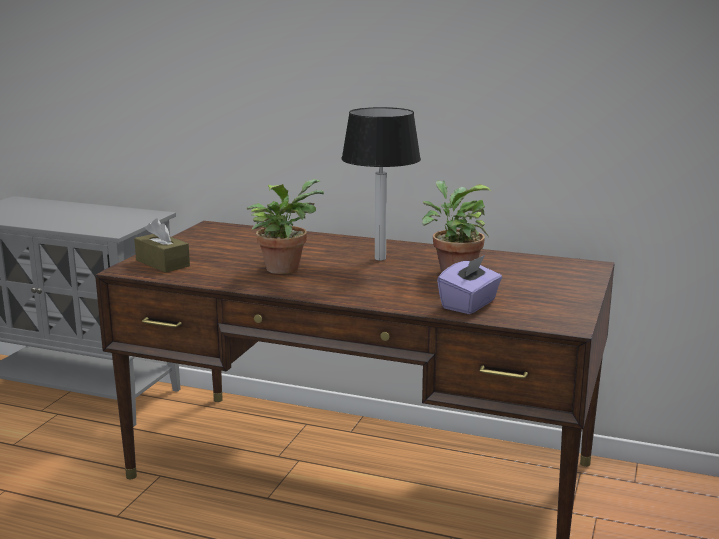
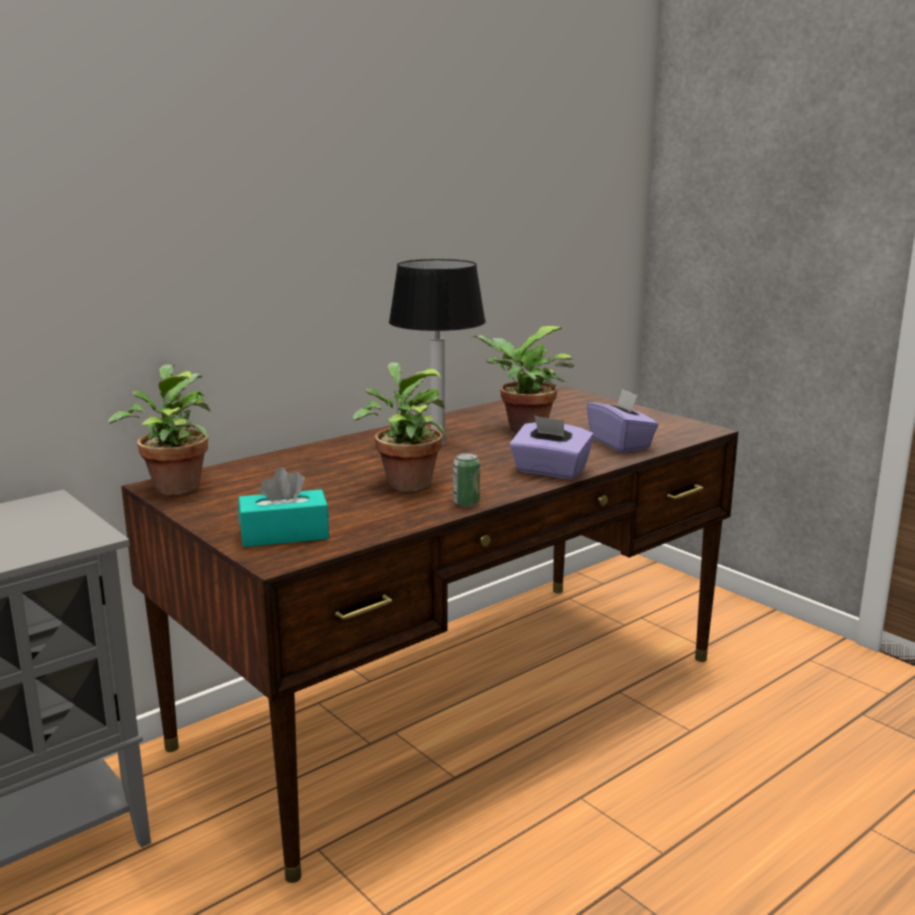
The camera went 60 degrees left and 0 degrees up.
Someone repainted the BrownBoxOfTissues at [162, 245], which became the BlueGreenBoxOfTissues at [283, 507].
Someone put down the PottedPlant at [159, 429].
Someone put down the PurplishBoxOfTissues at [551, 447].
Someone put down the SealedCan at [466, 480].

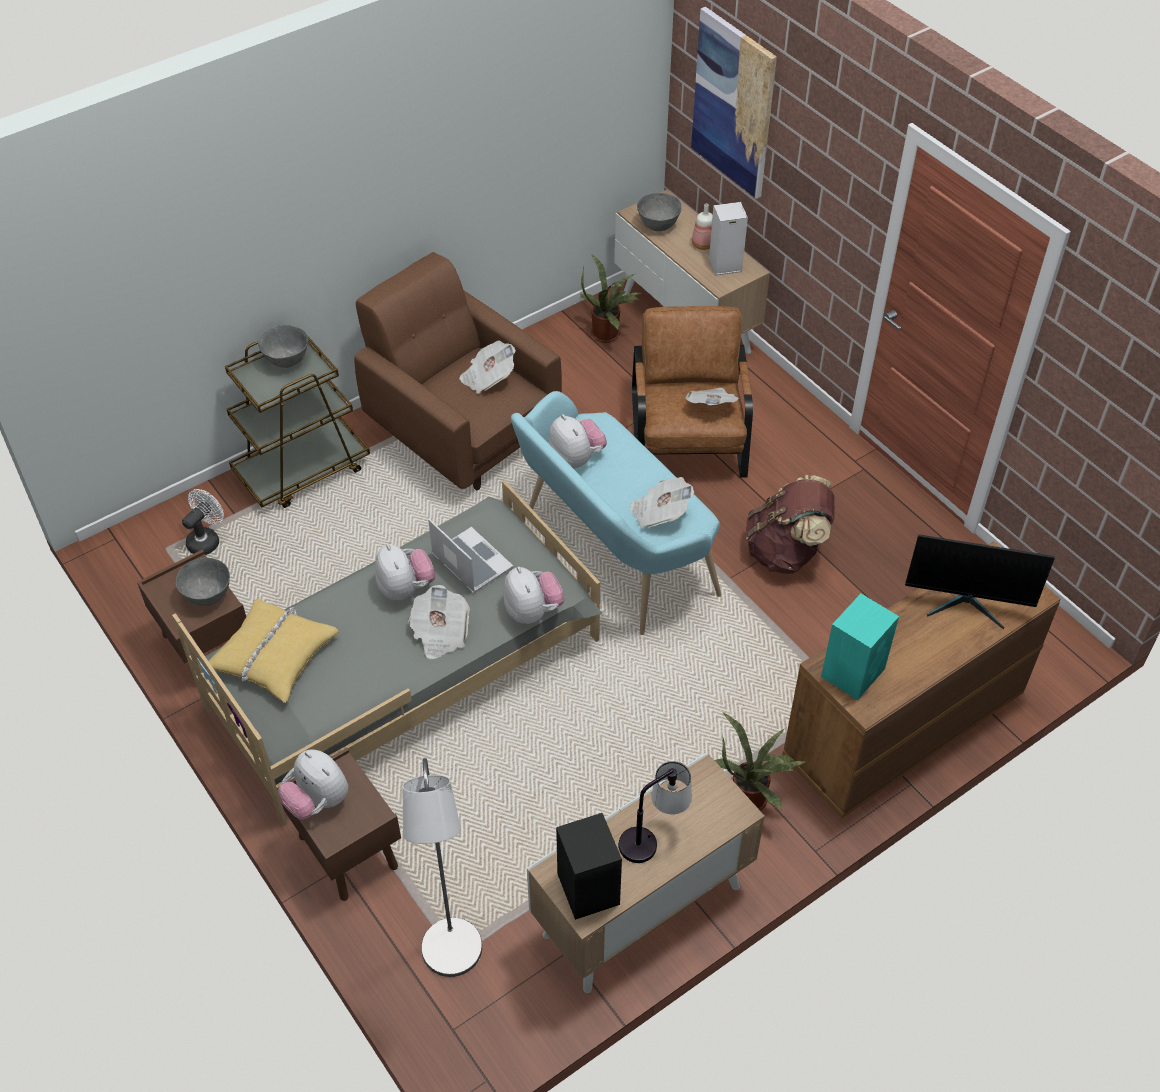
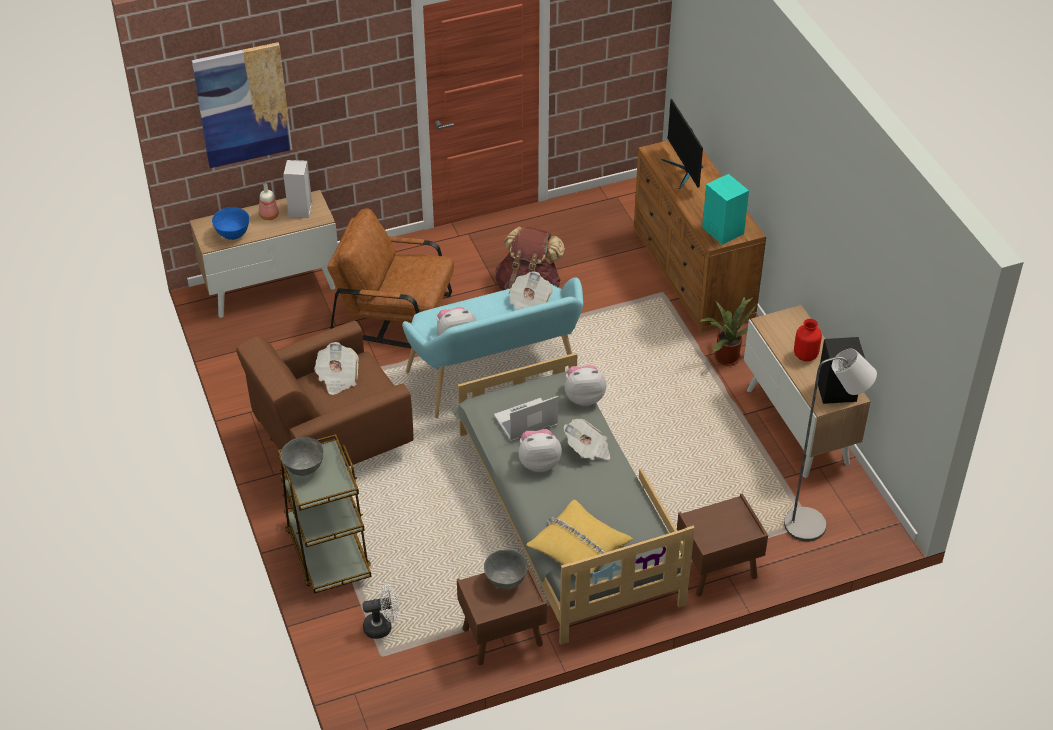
The camera went 75 degrees left and 5 degrees down.
Someone repainted the GreyishServingBowl at [659, 212], which became the BluishServingBowl at [230, 223].
Someone took away the PottedPlant at [611, 299].
Someone took away the PrintedPaper at [713, 396].
Someone rotated the WhitishFan at [203, 522] by 120 degrees clockwise.
Someone rotated the ComputerDisplay at [980, 582] by 135 degrees clockwise.
Someone took away the SoftToy at [313, 784].
Someone swapped the TableLamp at [655, 812] for the RedColouredFlowerVase at [808, 340].

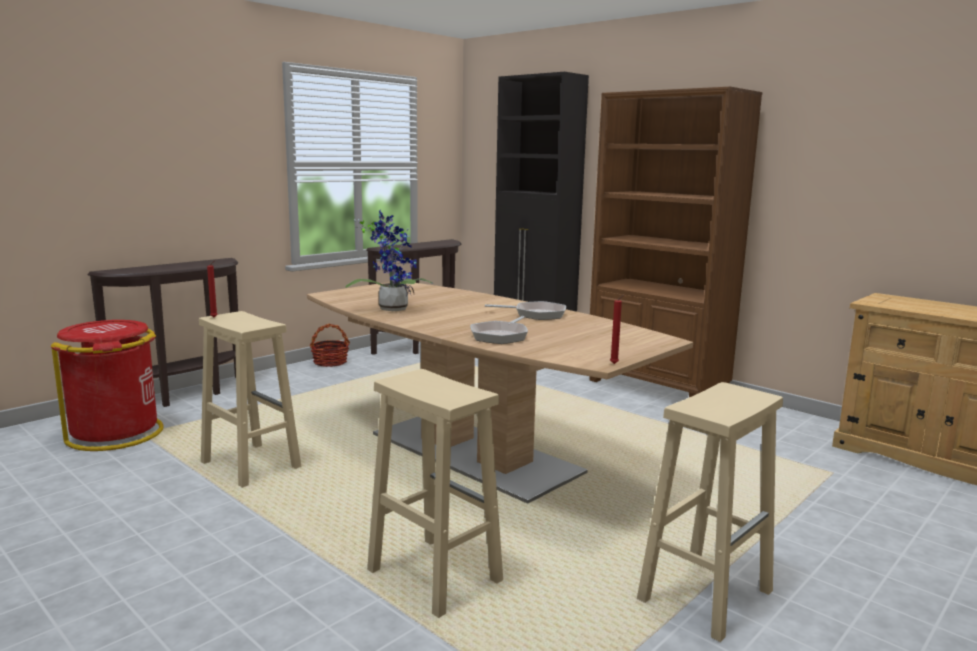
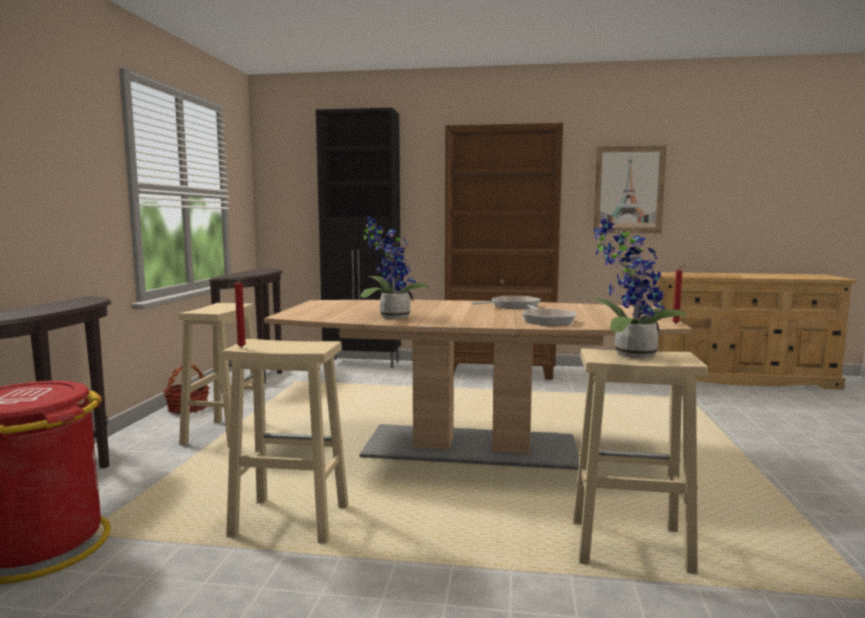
The camera went 35 degrees left and 5 degrees down.
Someone carried the BeigeStool from [710, 512] to [222, 375].
Someone put up the WallArt at [629, 189].
Someone put down the PottedPlant at [635, 288].

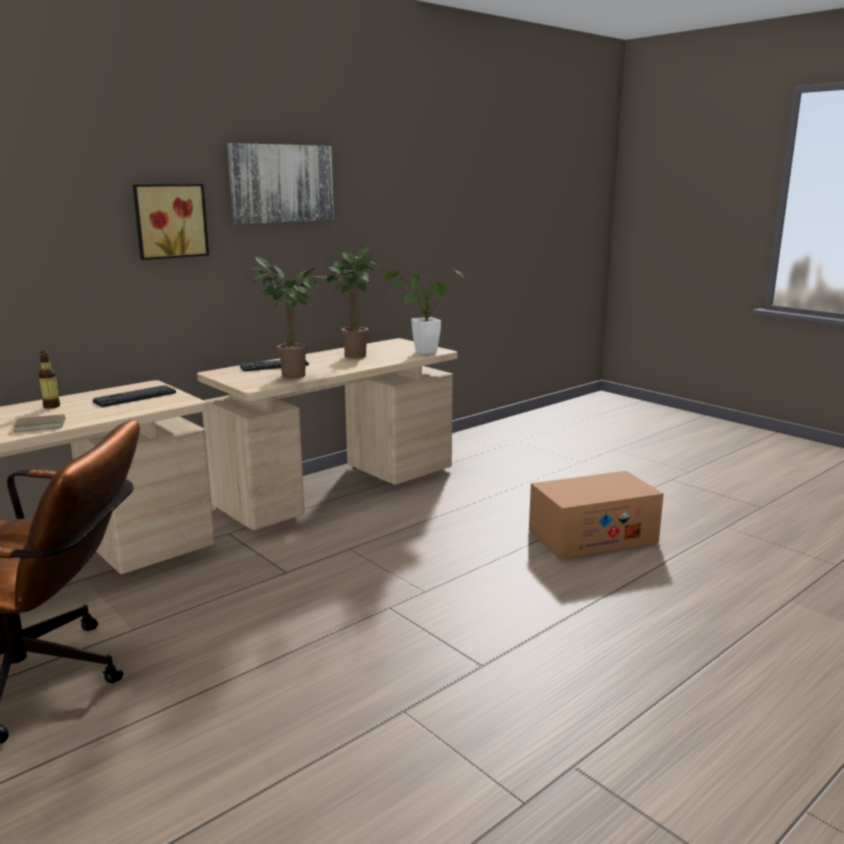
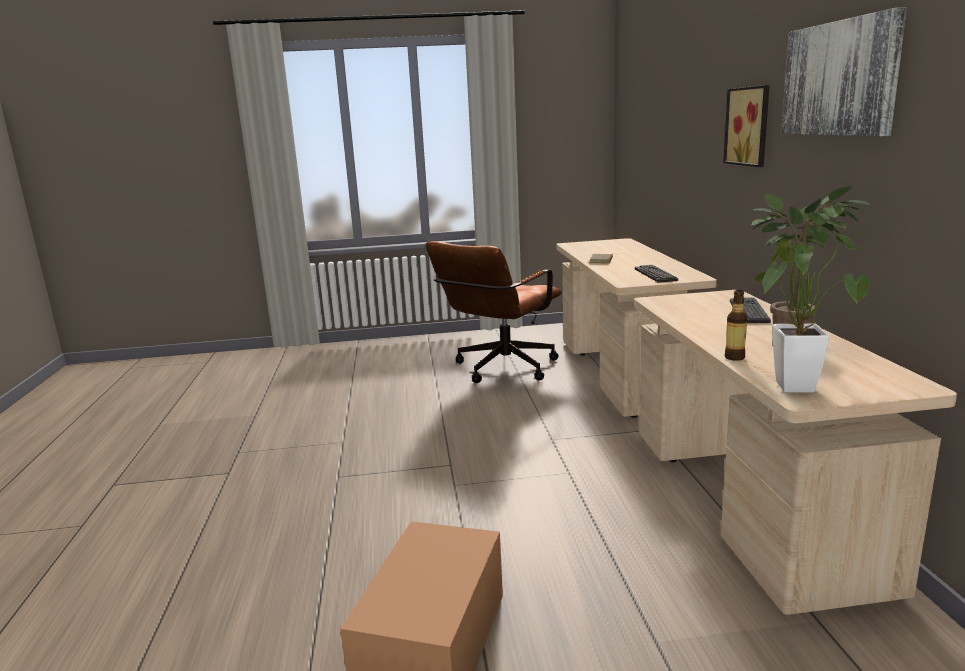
The camera went 125 degrees right and 0 degrees up.
Someone took away the PottedPlant at [285, 317].
Someone carried the DrinkBottle from [49, 380] to [736, 325].

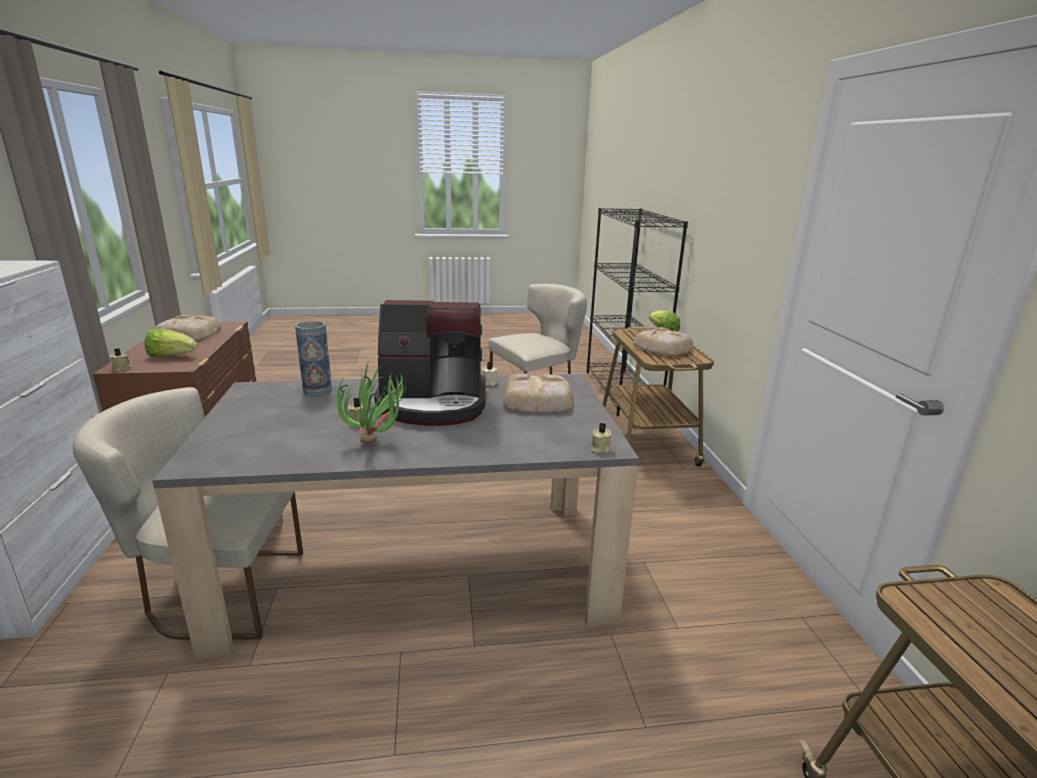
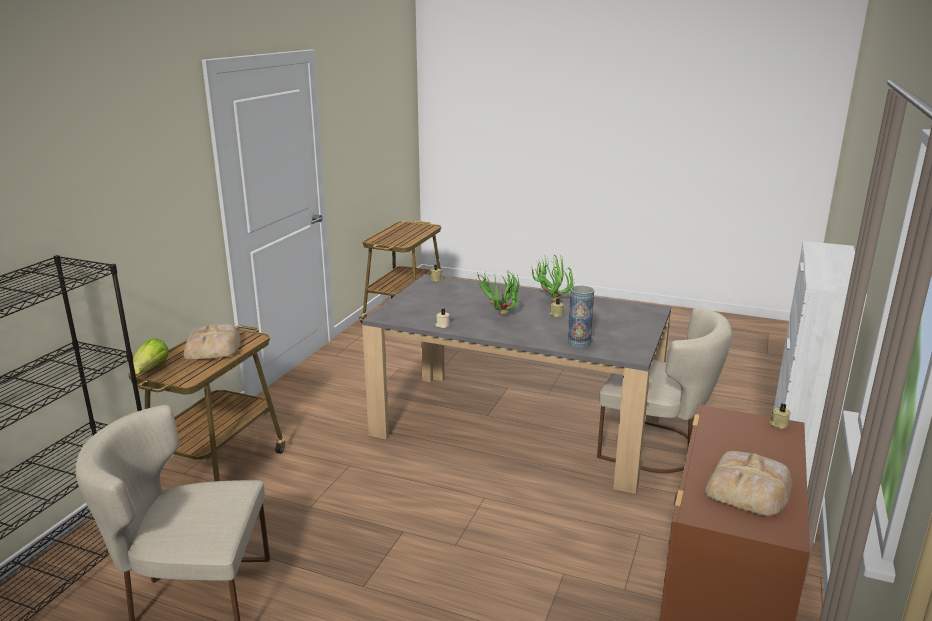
The camera went 150 degrees left and 0 degrees up.
Someone swapped the CoffeeBrewer at [430, 363] for the PottedPlant at [497, 293].
Someone took away the Lettuce at [171, 342].
Someone took away the Bread at [538, 393].

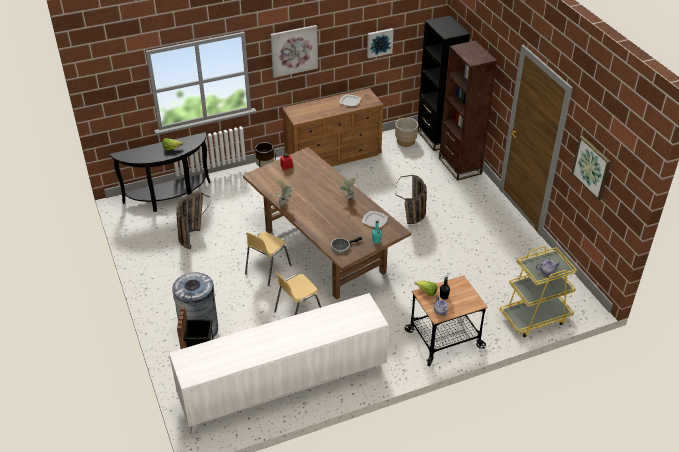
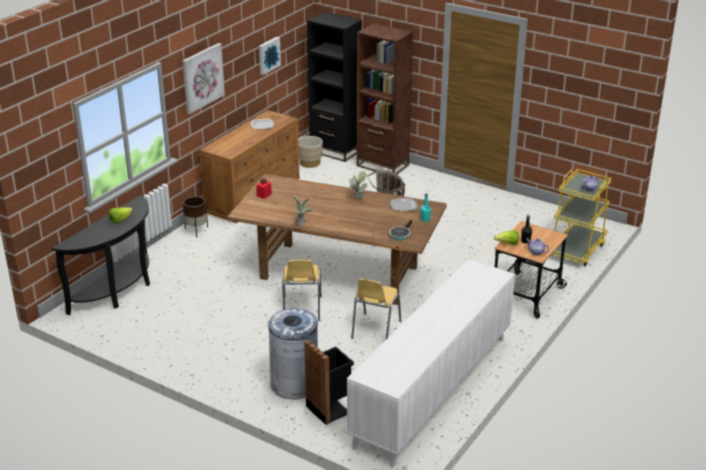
The camera went 35 degrees left and 10 degrees down.
Someone took away the WallArt at [591, 168].
Someone took away the HouseholdBasket at [193, 220].

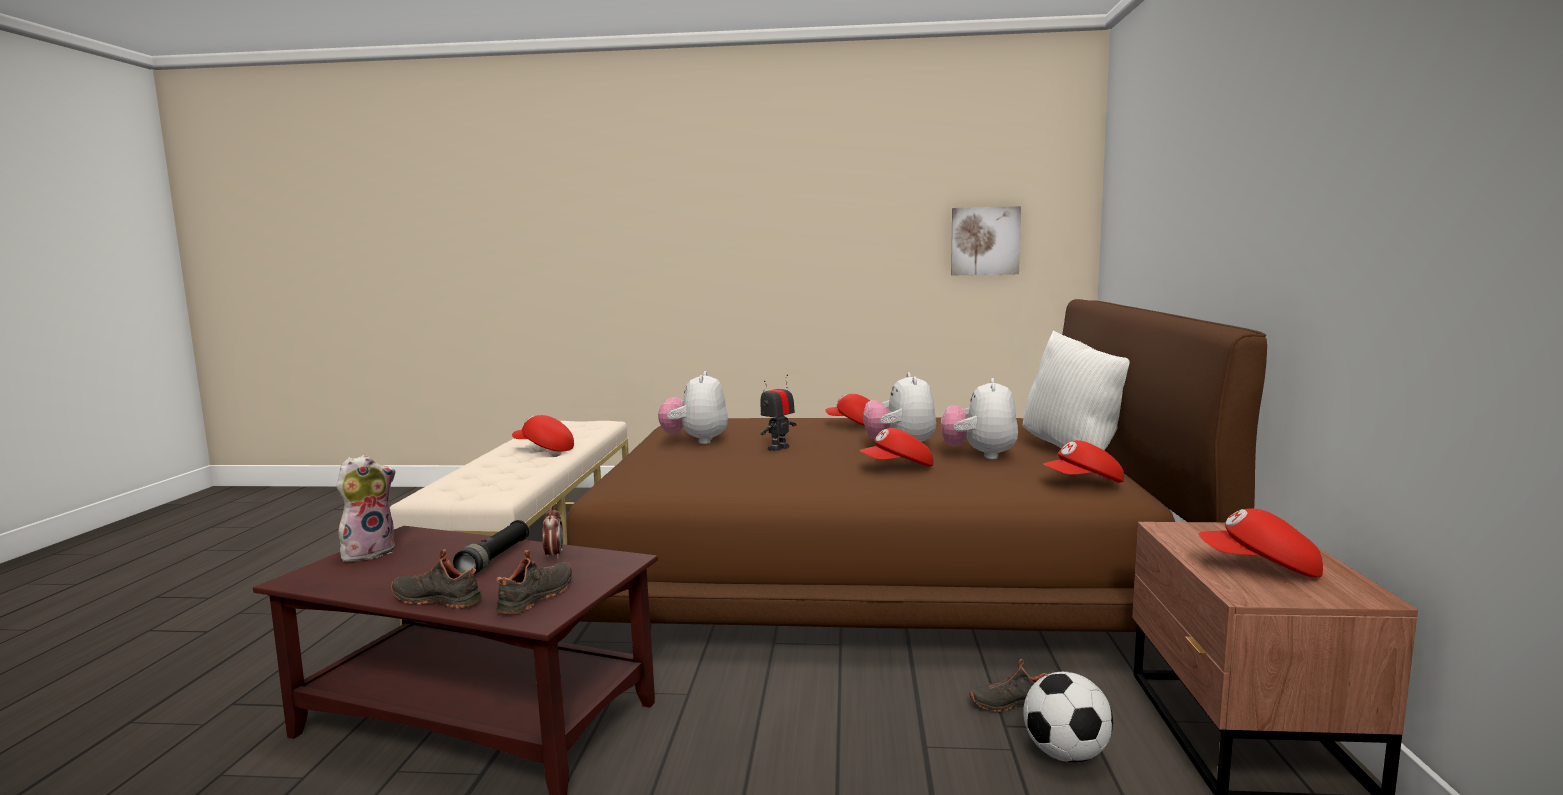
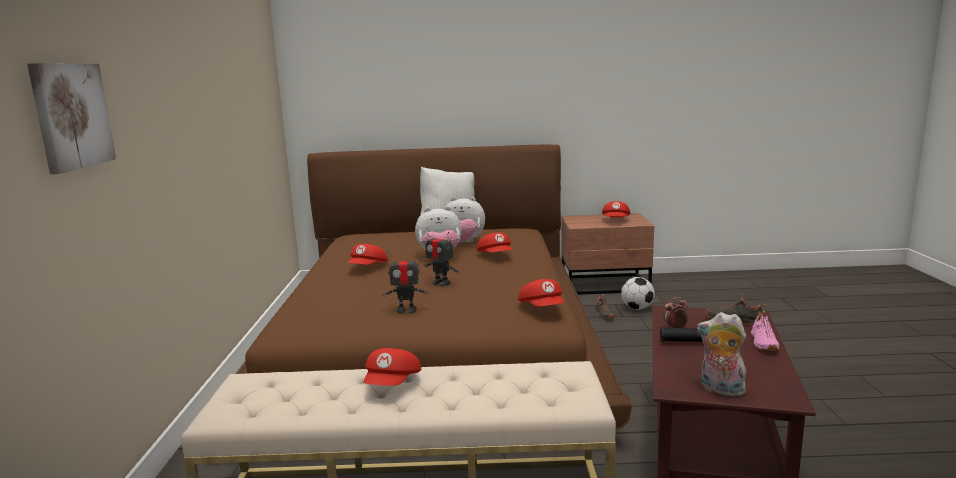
The camera went 95 degrees left and 5 degrees up.
Someone carried the WallArt from [986, 240] to [71, 118].
Someone swapped the SoftToy at [693, 407] for the ToyRobot at [405, 282].
Someone carried the RedColouredCap from [1083, 461] to [541, 293].
Someone repainted the BlackishLowShoe at [436, 579], which became the PinkLowShoe at [765, 331].

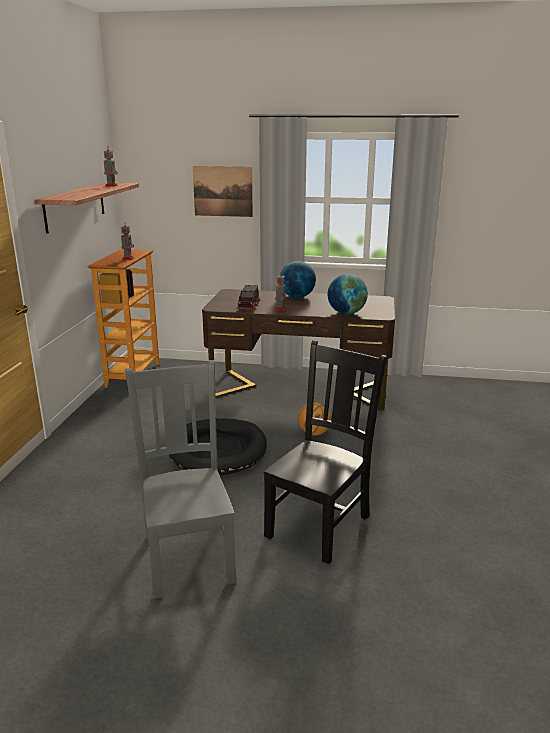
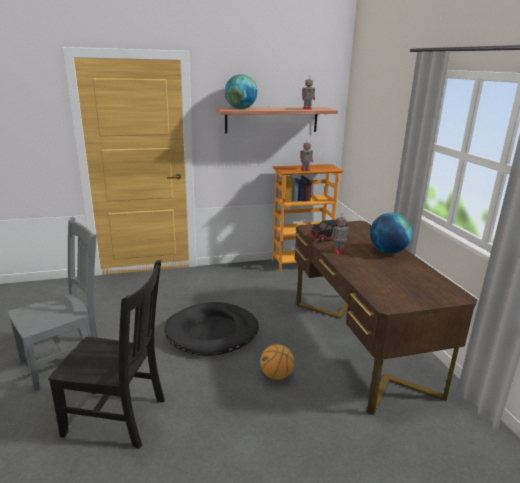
The camera went 65 degrees right and 0 degrees up.
Someone took away the WallArt at [223, 191].
Someone carried the DeskGlobe from [348, 294] to [241, 91].

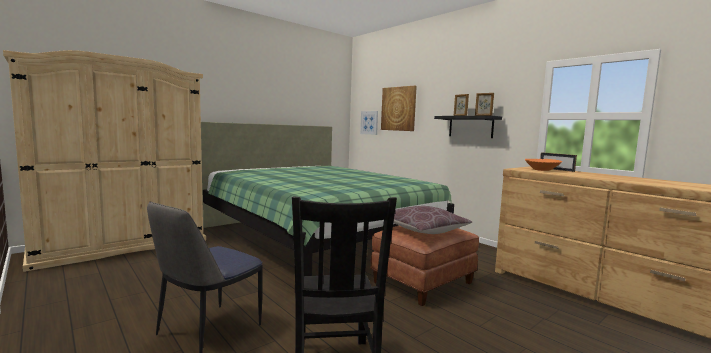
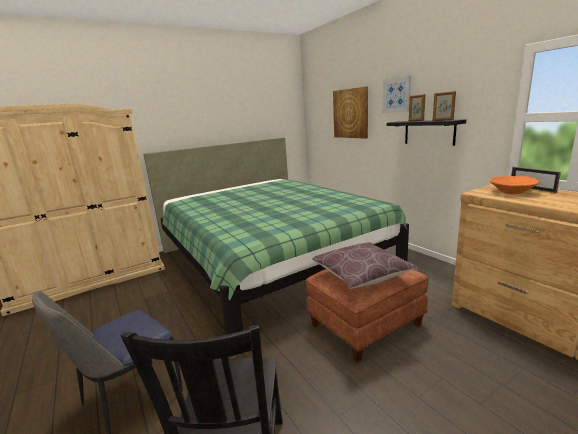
The camera went 10 degrees right and 10 degrees up.
Someone carried the WallArt from [369, 123] to [396, 94].

